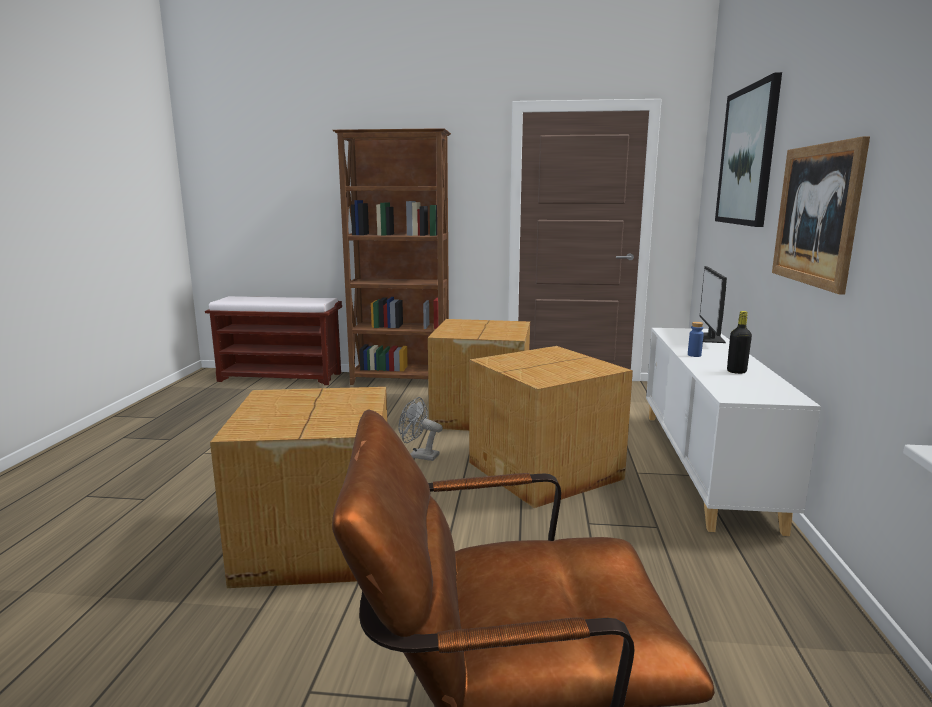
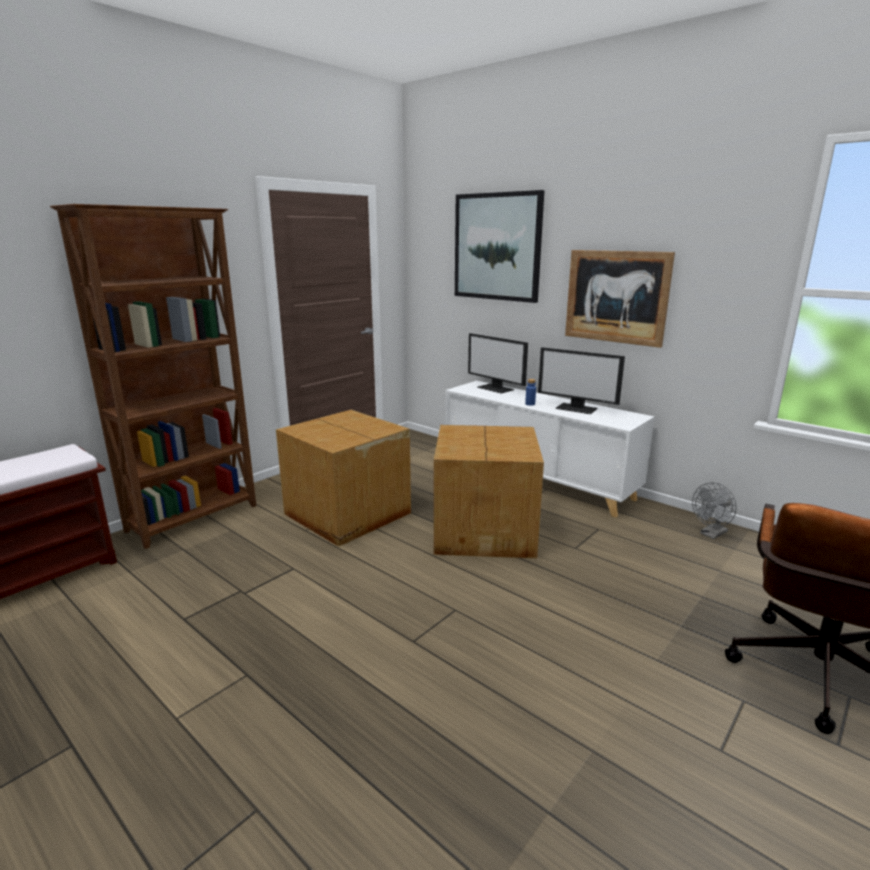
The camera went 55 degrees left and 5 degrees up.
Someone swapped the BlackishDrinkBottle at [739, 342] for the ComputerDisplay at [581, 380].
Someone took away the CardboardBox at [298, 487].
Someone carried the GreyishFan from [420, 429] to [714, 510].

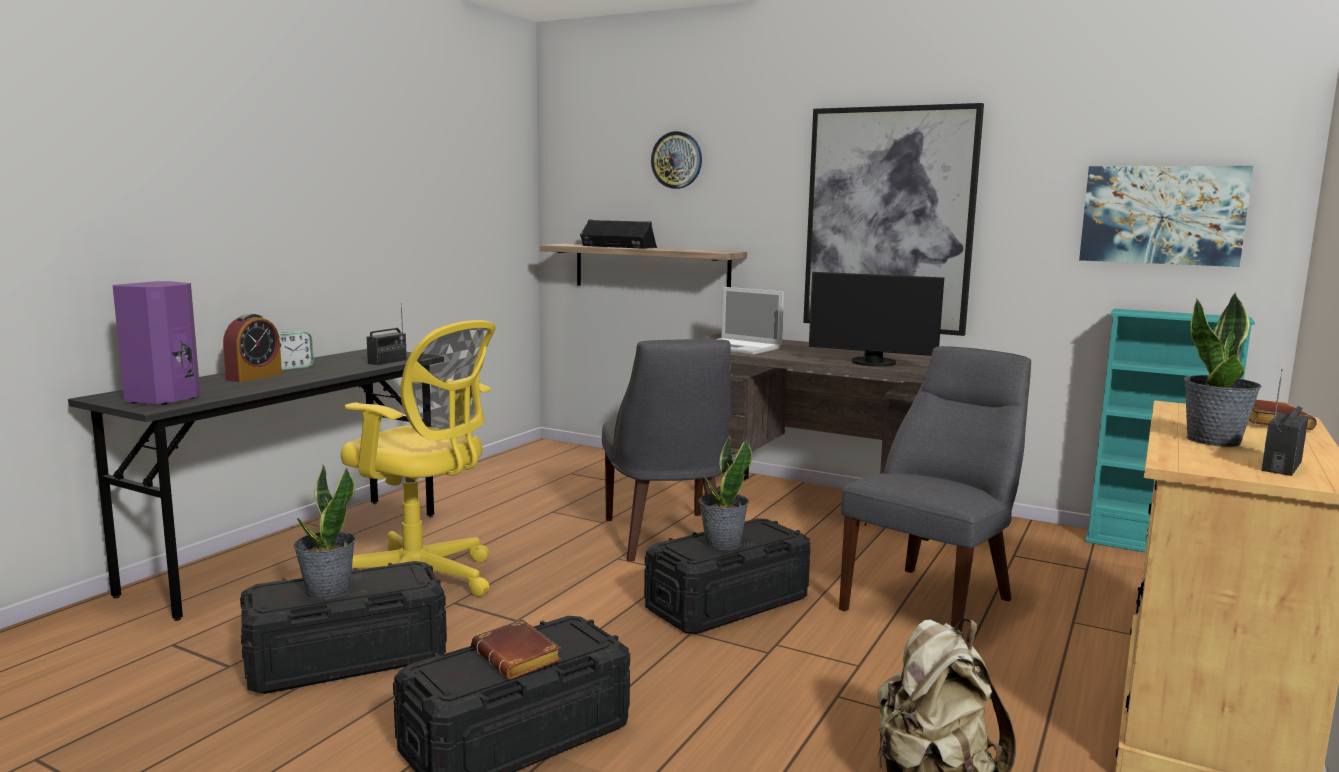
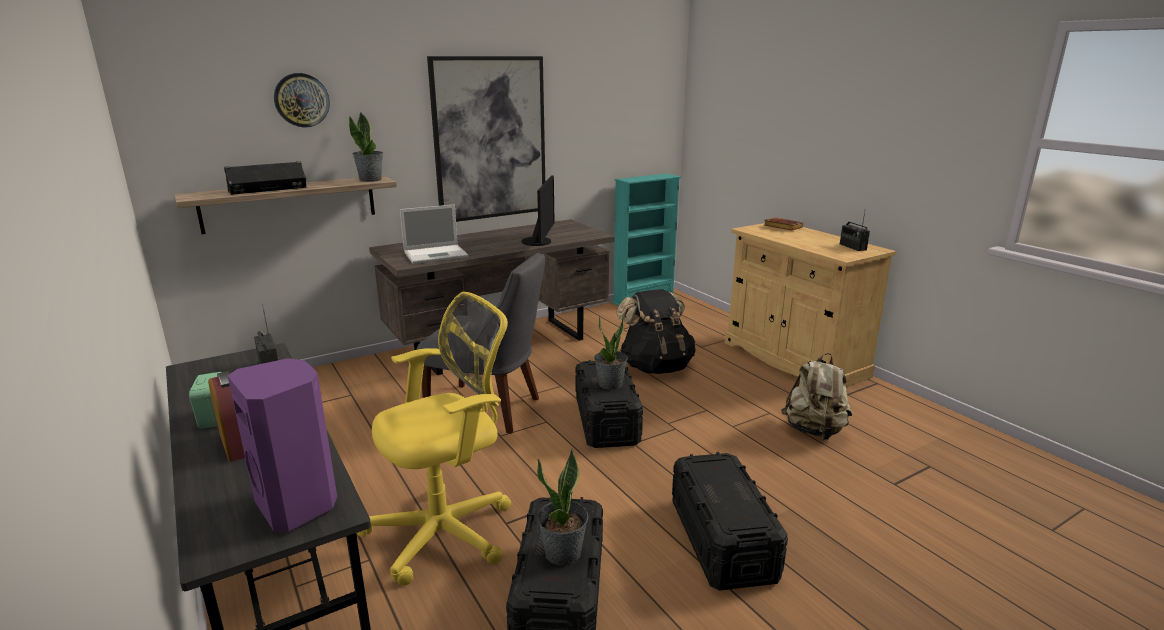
The camera went 60 degrees left and 10 degrees up.
Someone took away the WallArt at [1166, 216].
Someone rotated the ComputerDisplay at [876, 319] by 45 degrees counterclockwise.
Someone carried the PottedPlant from [1223, 369] to [366, 147].
Someone swapped the GreyishUprightChair at [935, 489] for the BlackishBackpack at [656, 331].
Someone took away the BrownBook at [516, 649].

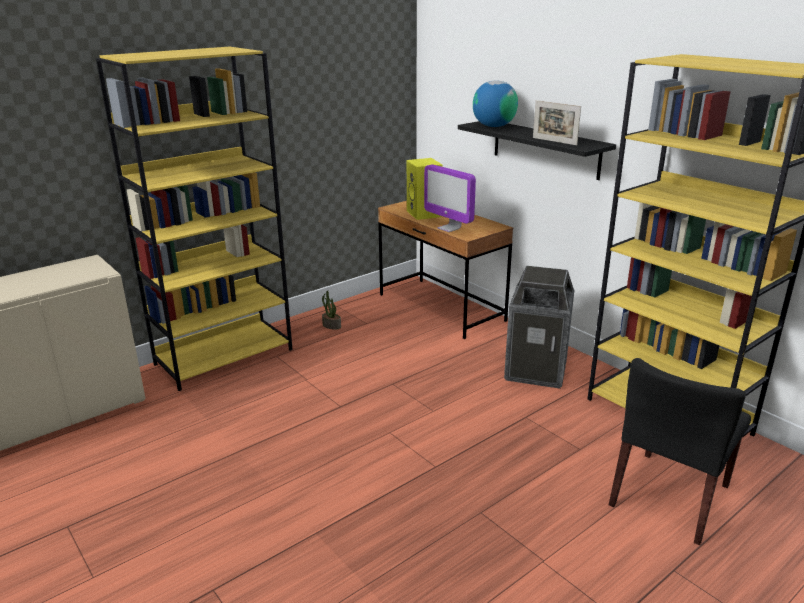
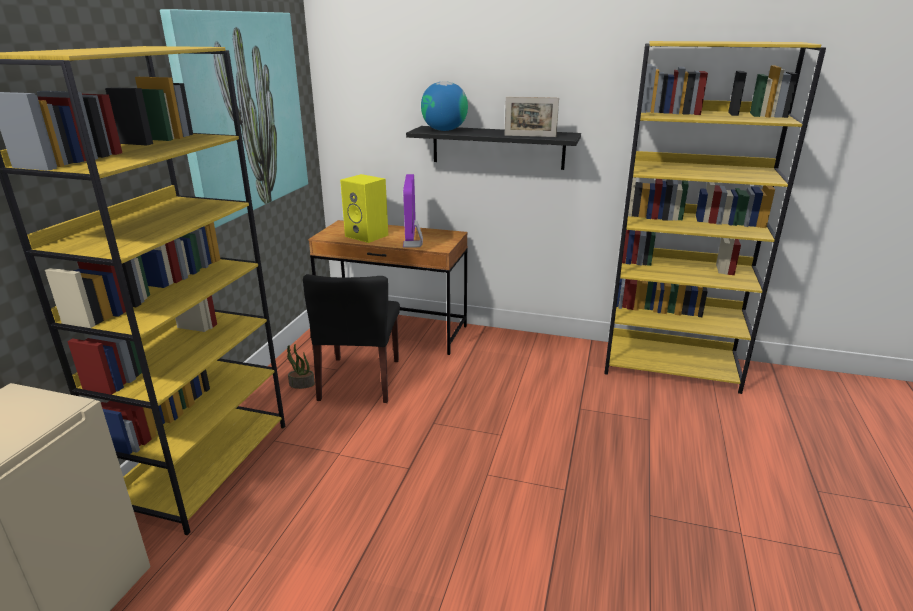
The camera went 35 degrees left and 0 degrees up.
Someone rotated the ComputerDisplay at [450, 198] by 75 degrees clockwise.
Someone took away the RubbishBin at [539, 327].
Someone carried the BlackishUprightChair from [680, 451] to [351, 338].
Someone put up the WallArt at [234, 118].

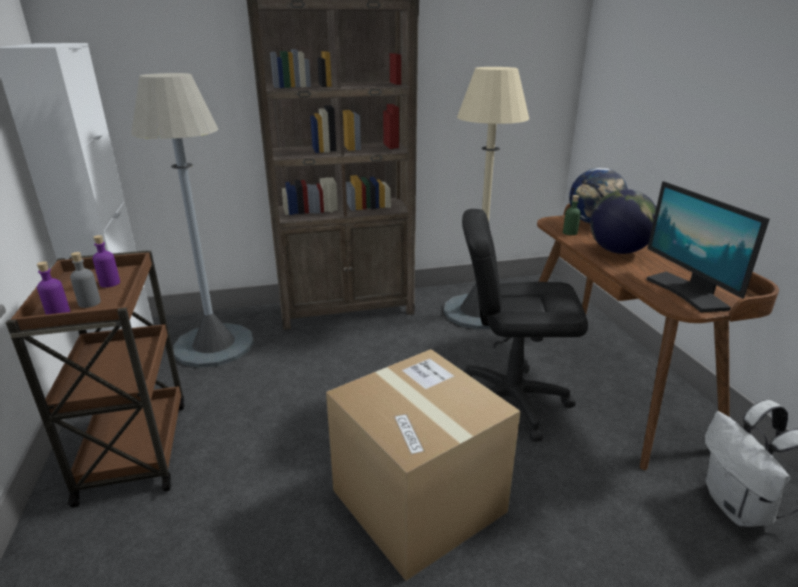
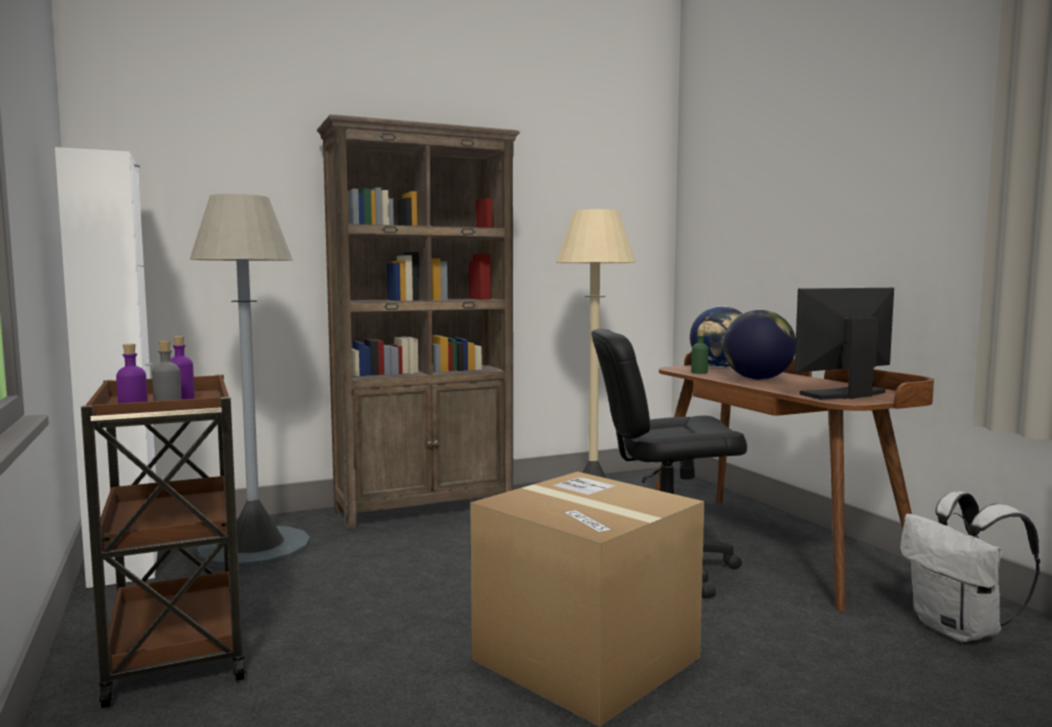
The camera went 10 degrees left and 20 degrees down.
Someone rotated the ComputerDisplay at [708, 246] by 90 degrees clockwise.

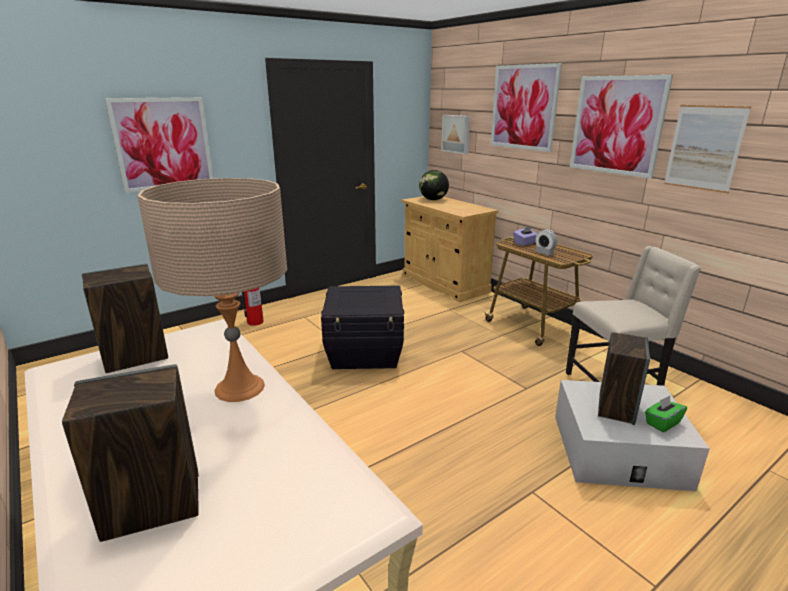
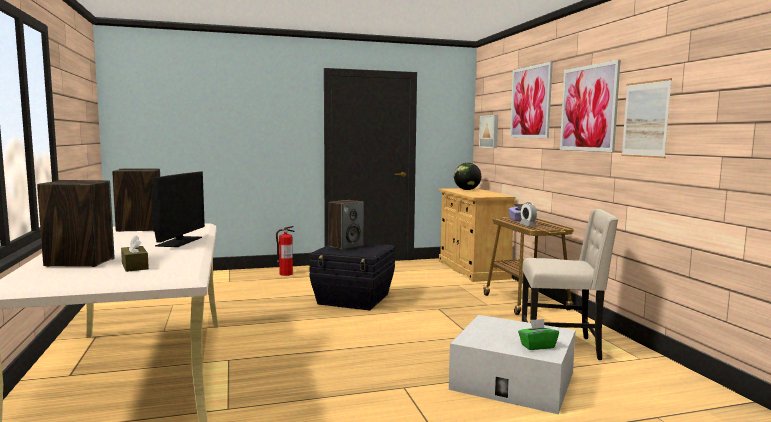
The camera went 20 degrees right and 15 degrees down.
Someone took away the WallArt at [159, 145].
Someone swapped the BeigeTableLamp at [212, 290] for the ComputerDisplay at [178, 209].
Someone carried the Loudspeaker from [624, 378] to [346, 225].
Someone put down the BrownBoxOfTissues at [135, 253].

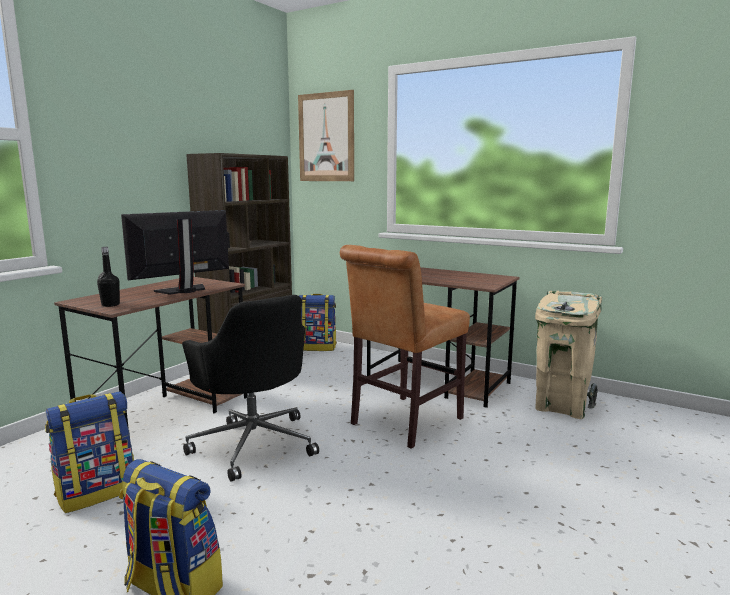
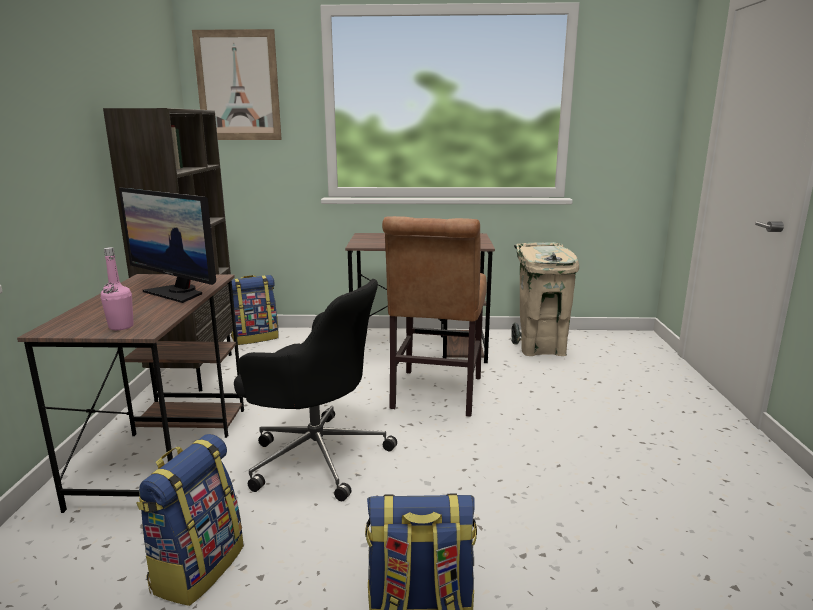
The camera went 30 degrees left and 5 degrees up.
Someone rotated the ComputerDisplay at [175, 252] by 75 degrees counterclockwise.
Someone repainted the BlackishDrinkBottle at [108, 277], which became the PinkDrinkBottle at [117, 288].

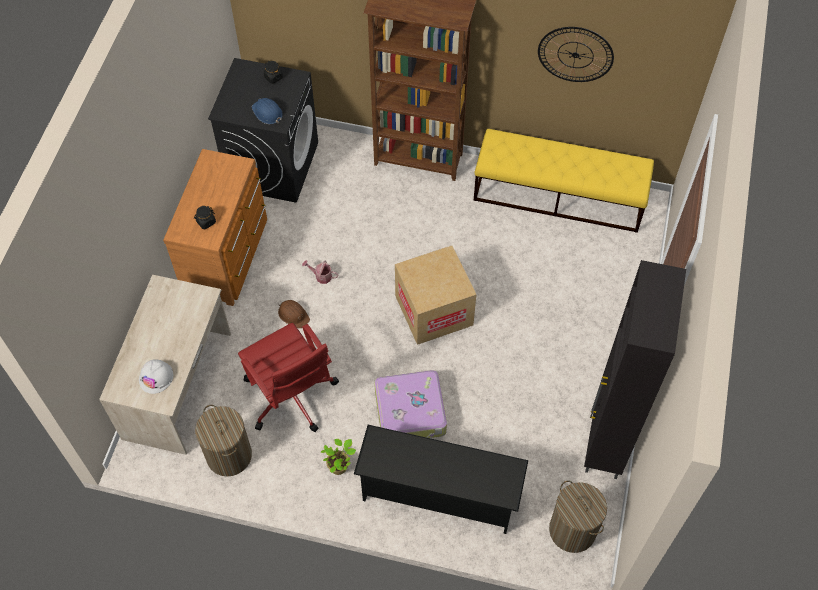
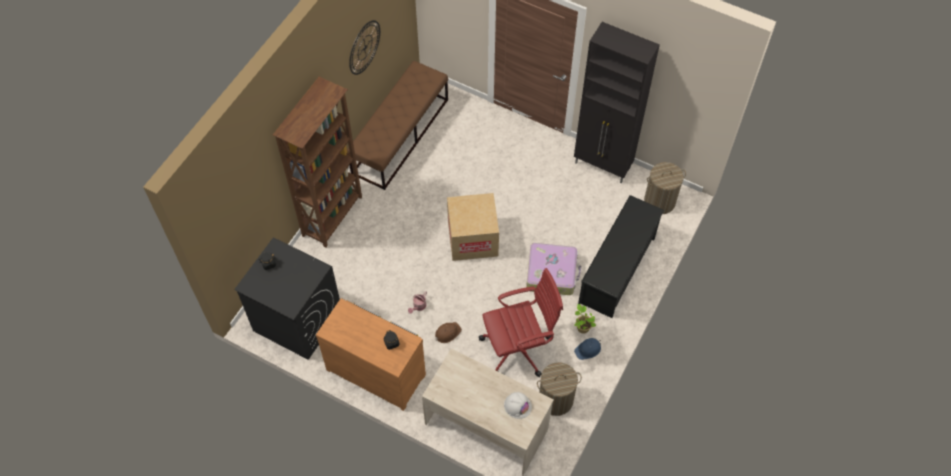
The camera went 75 degrees left and 0 degrees up.
Someone carried the BluishWorkHelmet from [267, 111] to [587, 349].
Someone repainted the YellowishIndoorBench at [564, 181], which became the BrownIndoorBench at [397, 125].

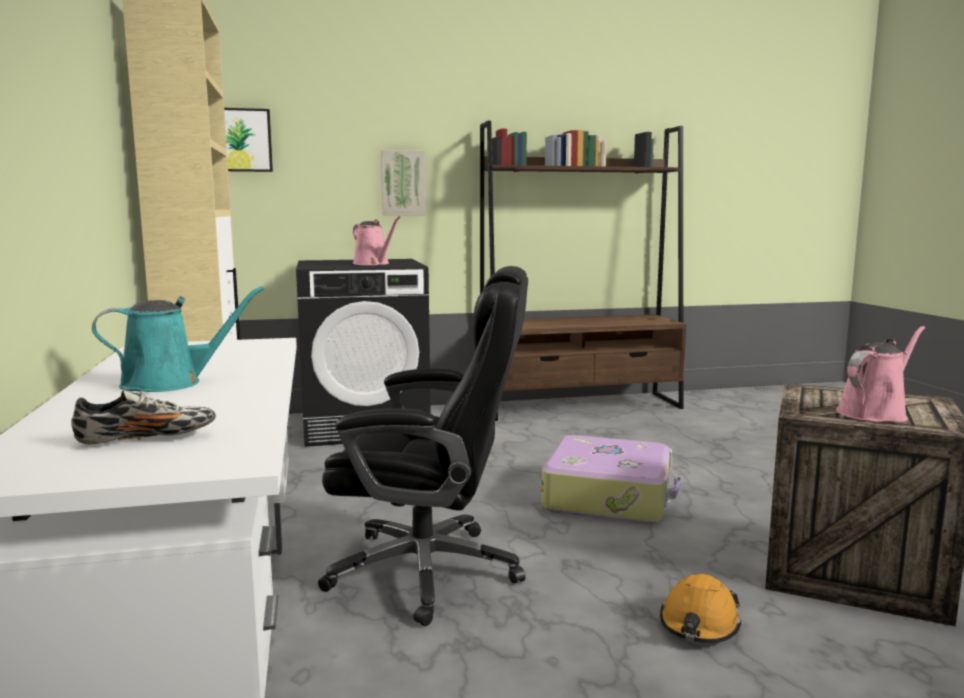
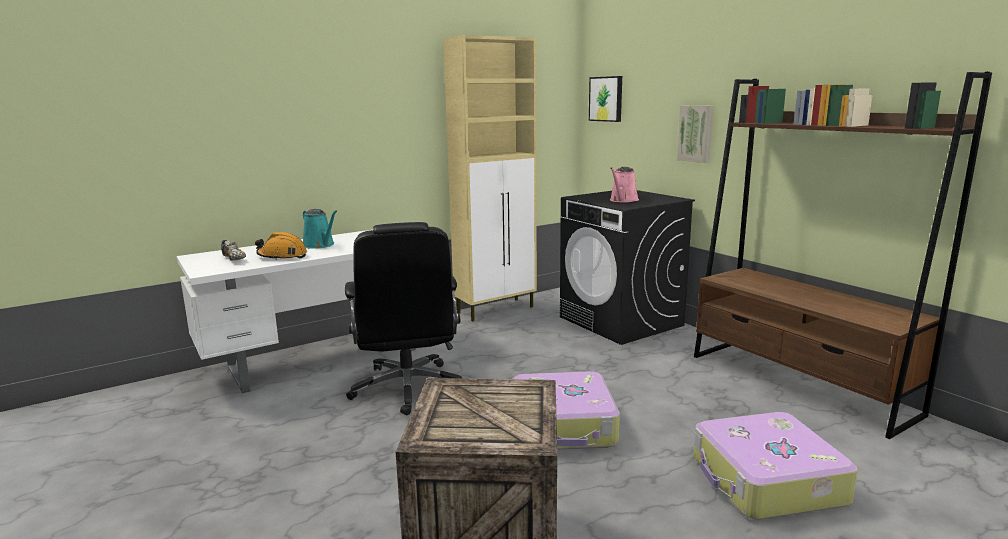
The camera went 70 degrees right and 5 degrees up.
Someone took away the PinkSprinklingCan at [880, 374].
Someone carried the OrangeyWorkHelmet from [700, 608] to [281, 246].
Someone put down the PieceOfLuggage at [775, 466].

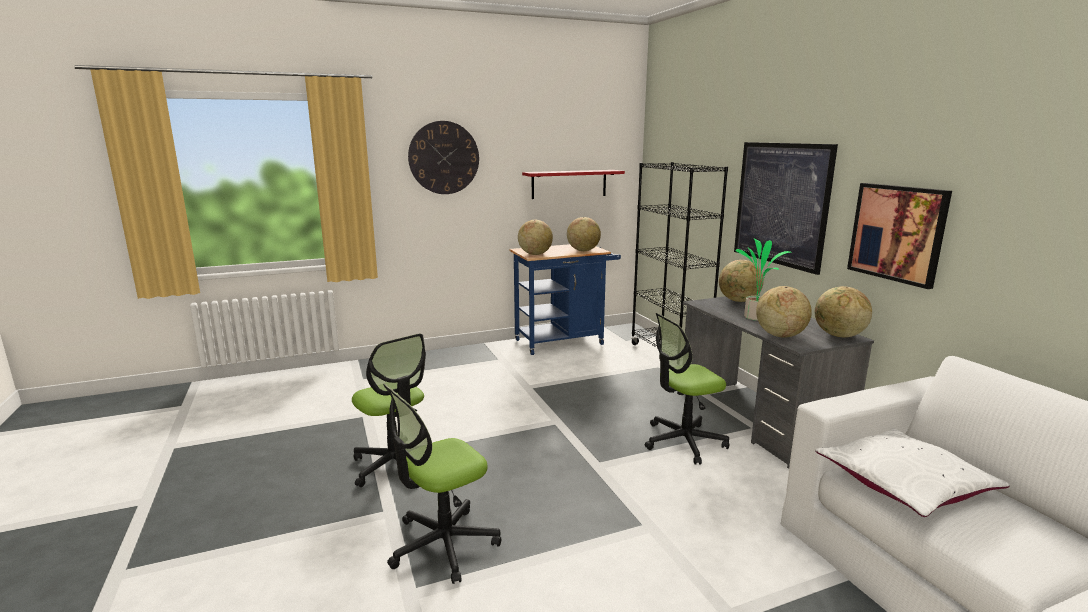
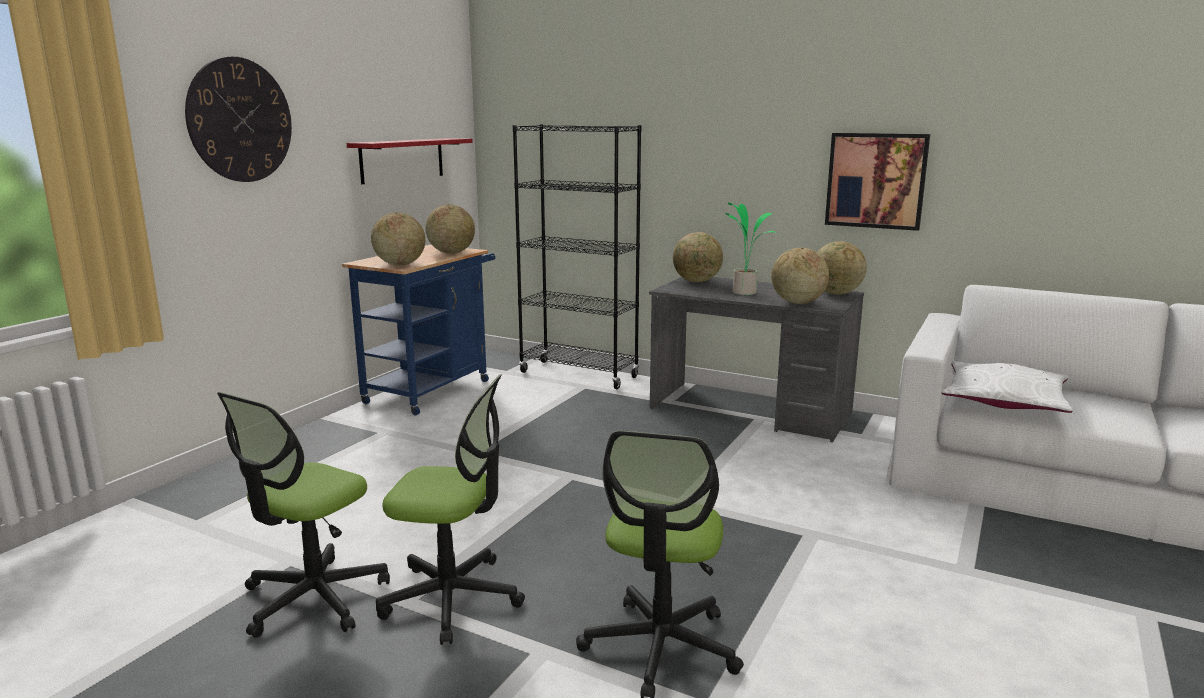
The camera went 40 degrees left and 0 degrees up.
Someone took away the WallArt at [786, 208].
Someone carried the DeskChair from [687, 389] to [303, 515].

